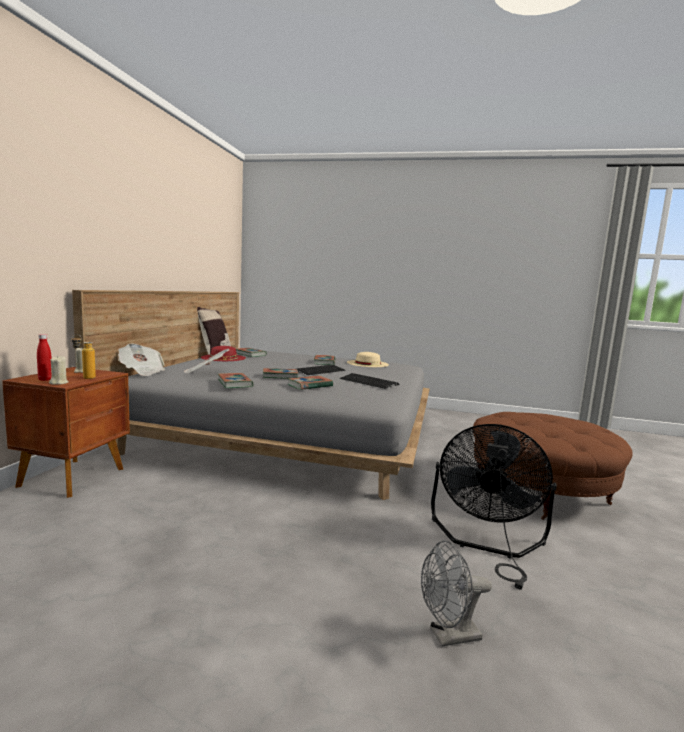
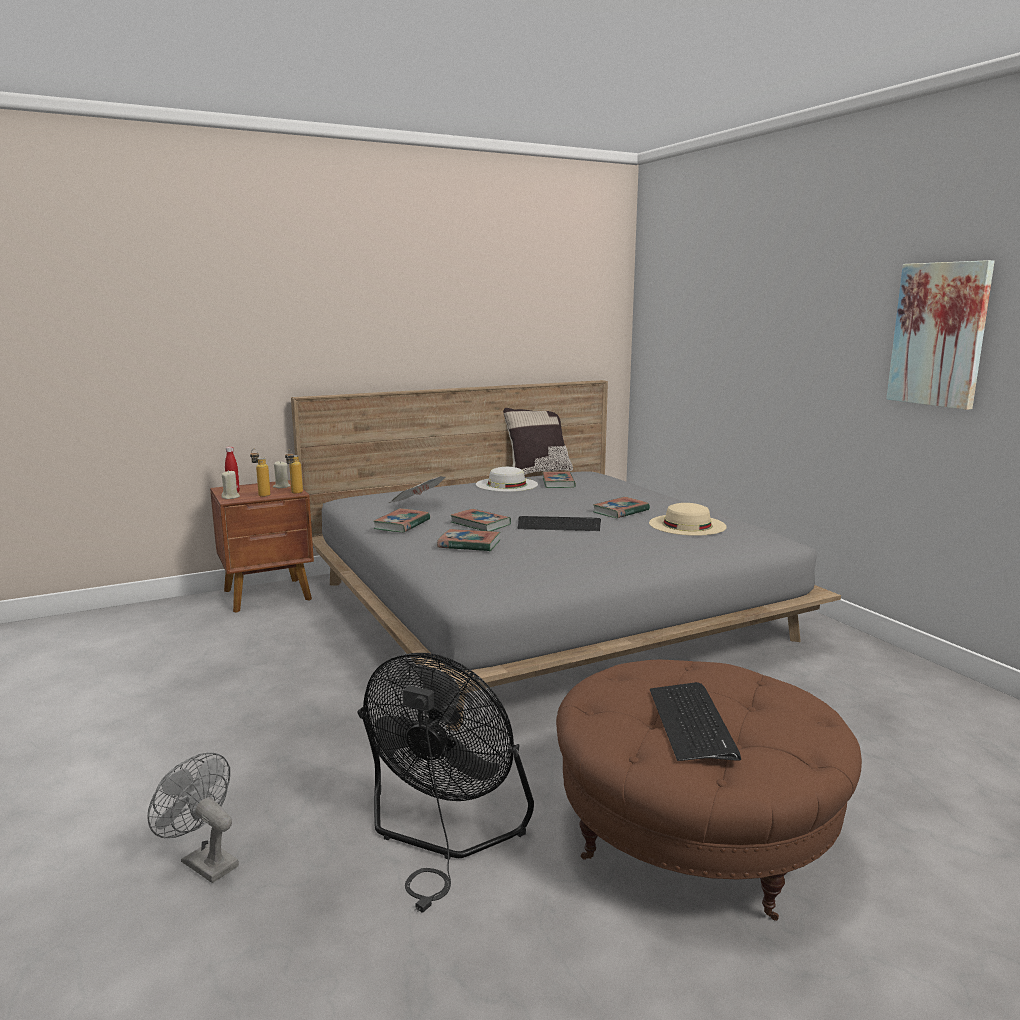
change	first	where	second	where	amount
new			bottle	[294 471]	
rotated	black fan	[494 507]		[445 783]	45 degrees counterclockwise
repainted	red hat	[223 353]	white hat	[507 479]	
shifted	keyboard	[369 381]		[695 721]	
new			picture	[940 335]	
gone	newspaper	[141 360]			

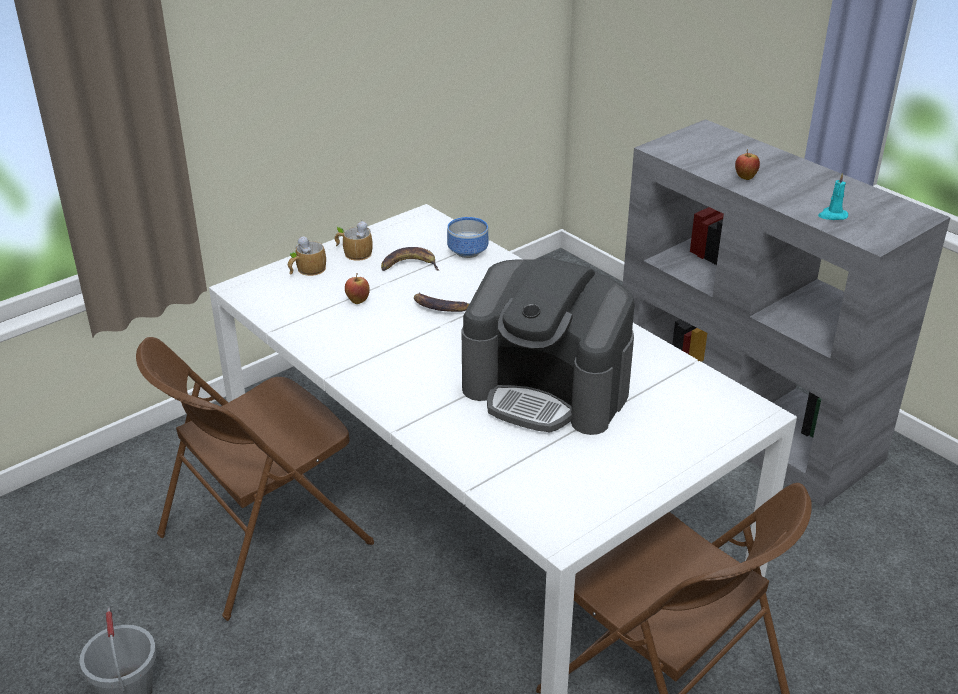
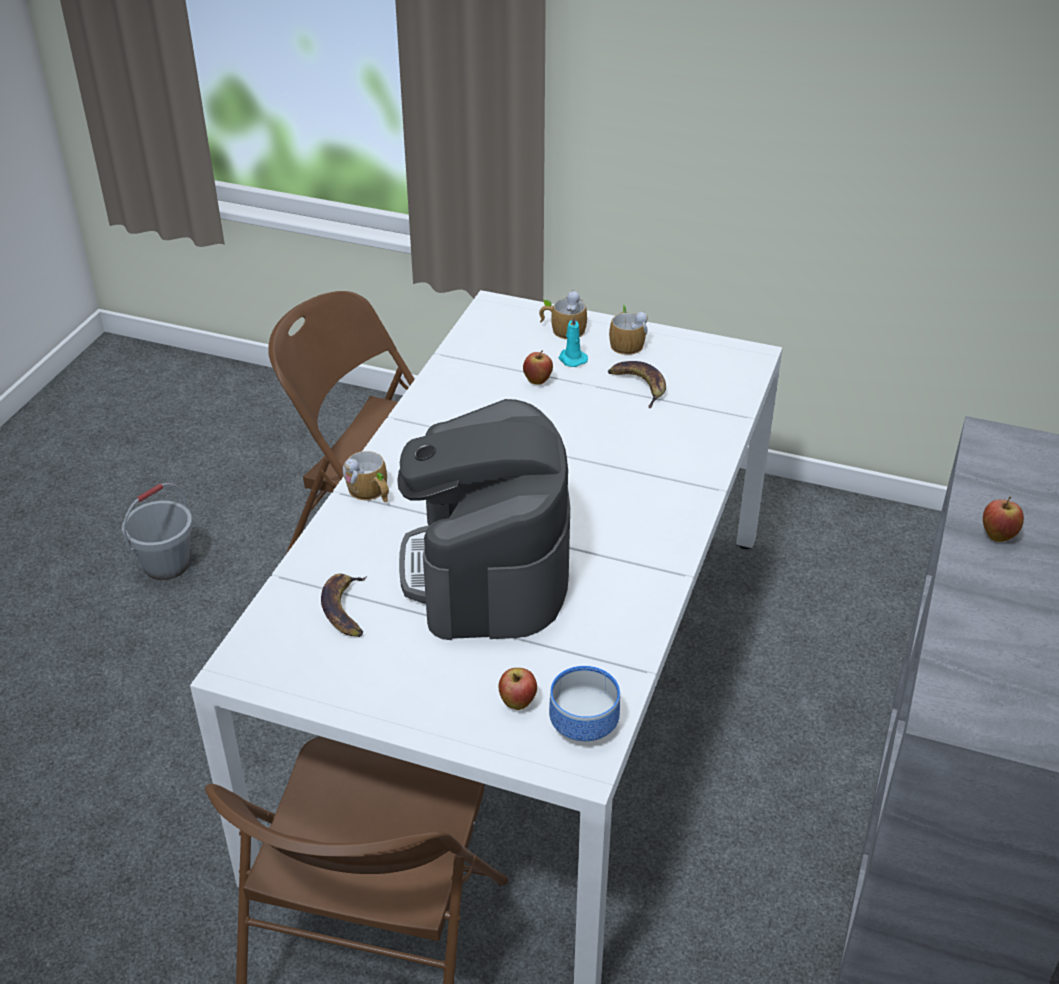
change	first	where	second	where	amount
shifted	banana	[441 302]		[344 605]	
new			mug	[366 476]	
new			apple	[518 689]	
shifted	bowl	[468 237]		[584 703]	
shifted	turquoise candle	[833 196]		[573 341]	

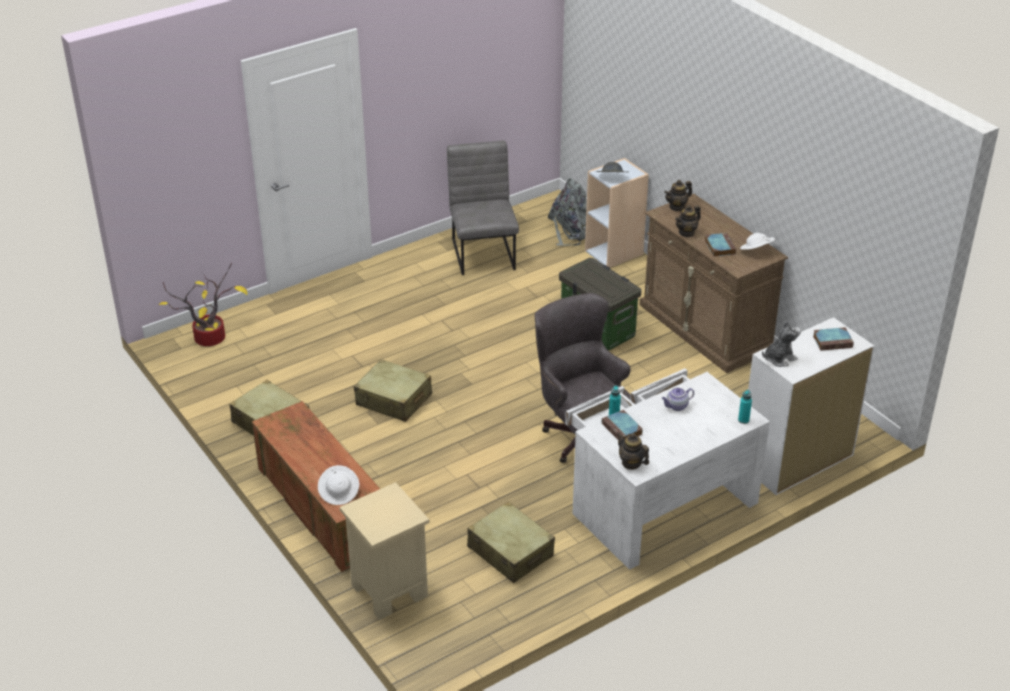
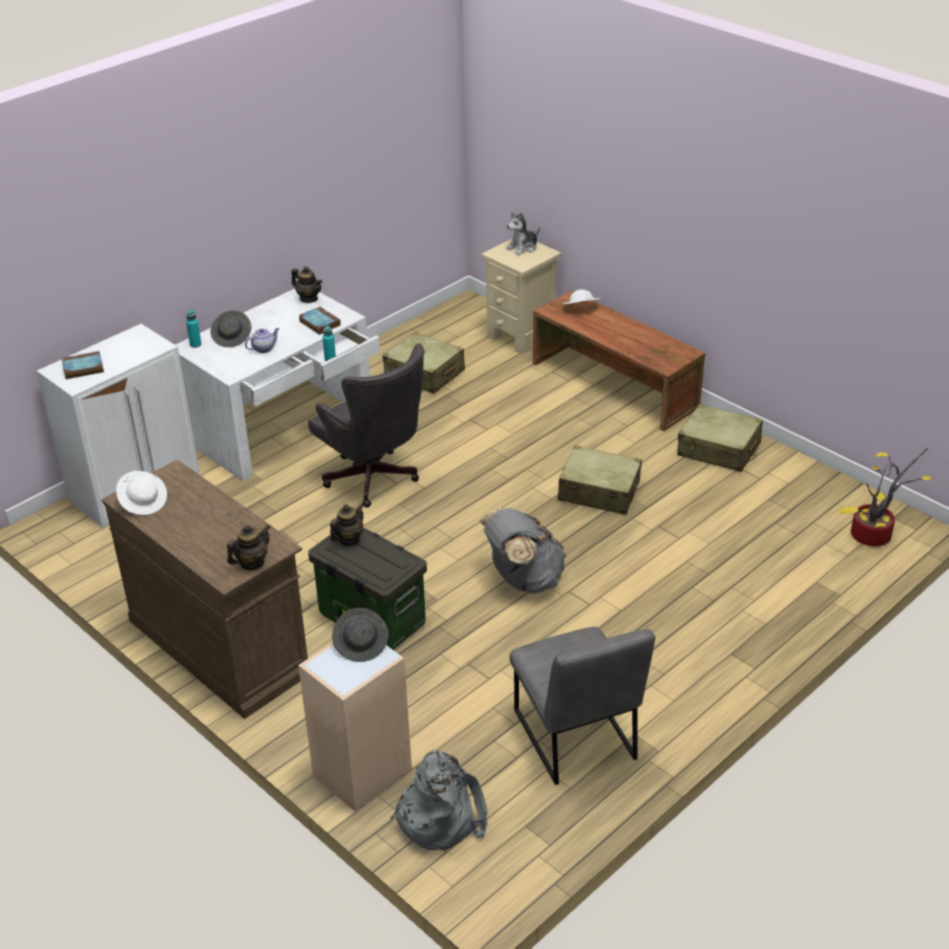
change	first	where	second	where	amount
new			grey hat	[231 328]	
shifted	teapot	[688 221]		[347 524]	
new			grey backpack	[523 551]	
shifted	plush toy	[781 344]		[523 233]	
gone	book	[720 245]			

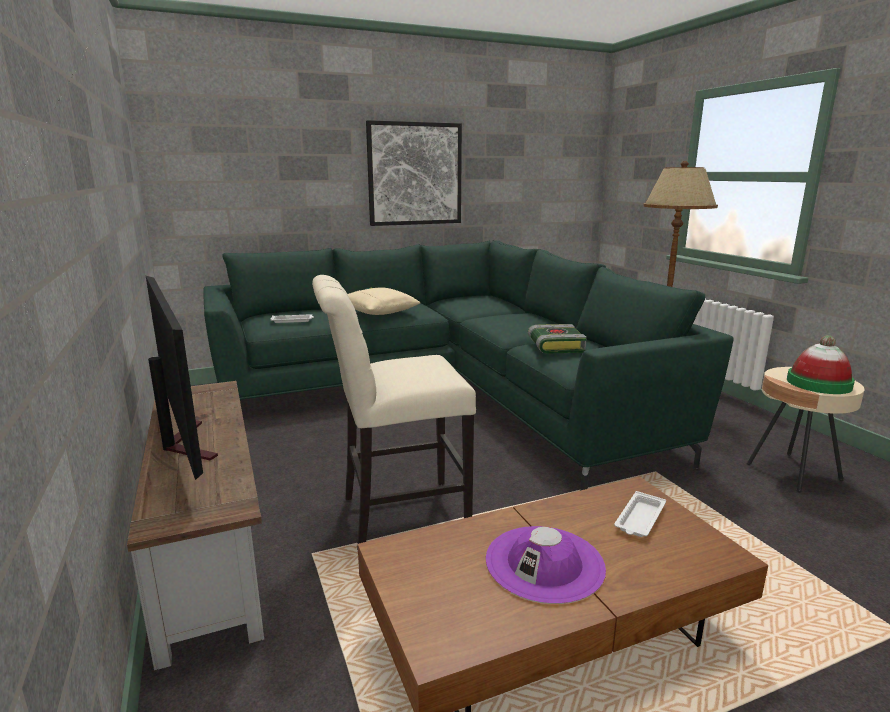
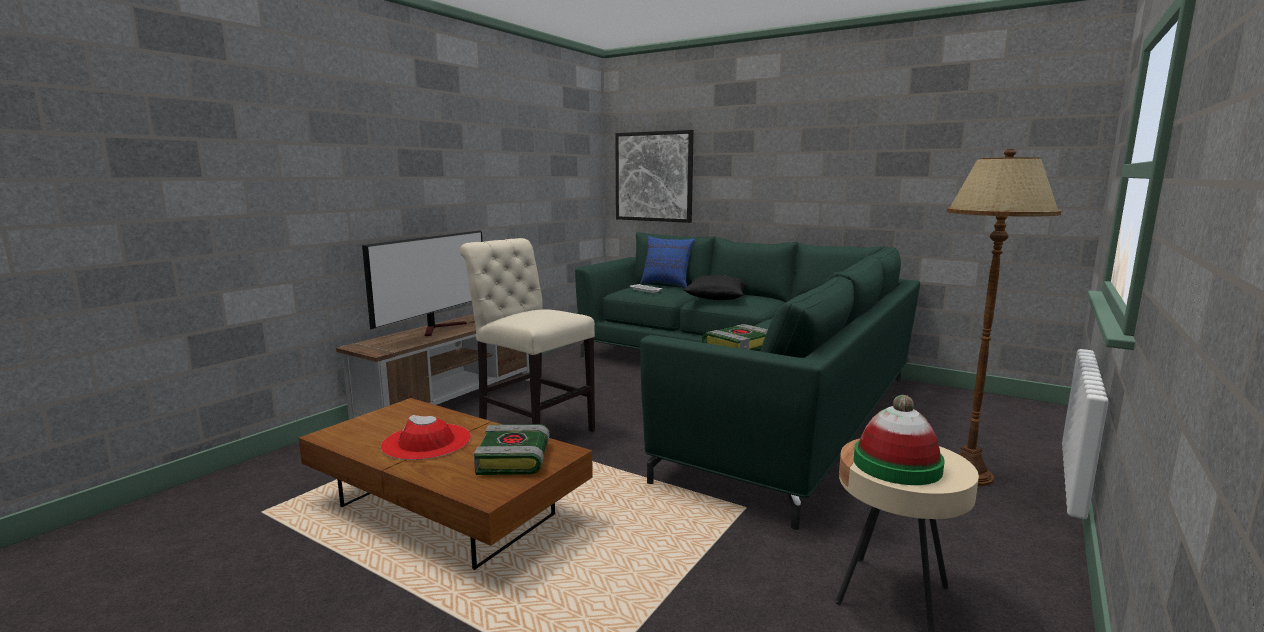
change	first	where	second	where	amount
repainted	purple hat	[546 565]	red hat	[426 437]	
swapped	white tray	[640 514]	book	[512 449]	
shifted	picture	[414 173]		[654 176]	
new			blue pillow	[667 262]	
repainted	beige pillow	[384 301]	black pillow	[715 287]	

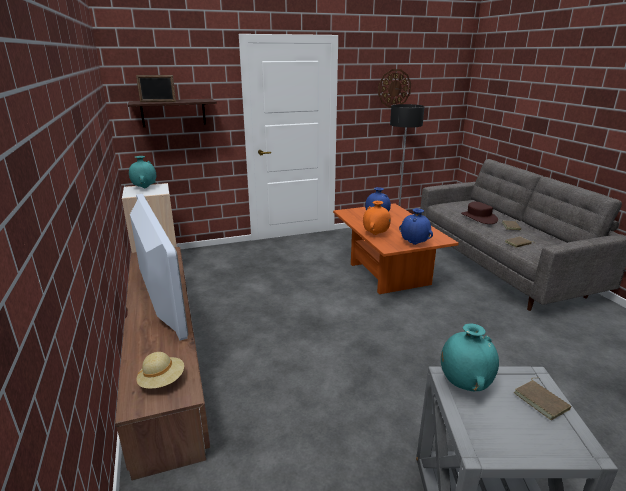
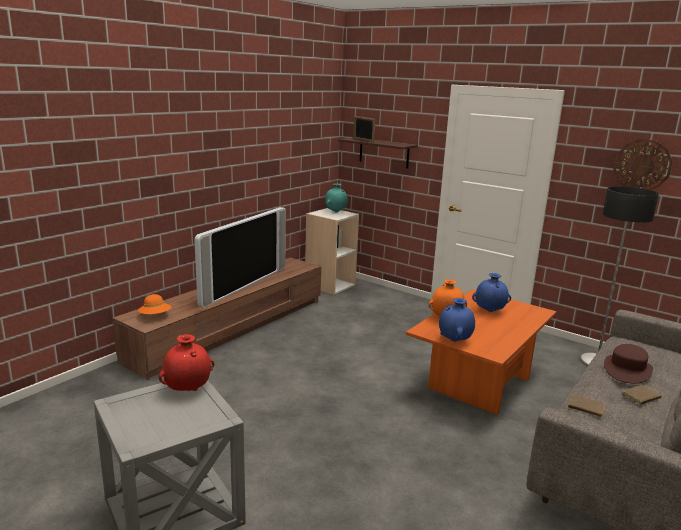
change	first	where	second	where	amount
repainted	beige hat	[160 370]	orange hat	[154 304]	
repainted	turquoise vase	[470 357]	red vase	[186 362]	
gone	brown book	[542 399]			

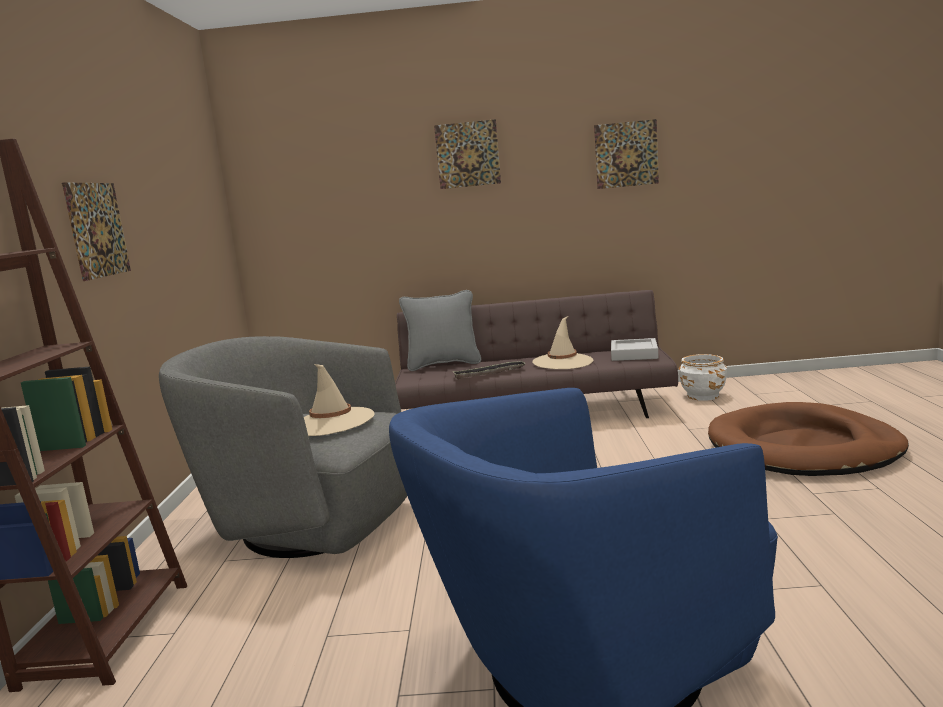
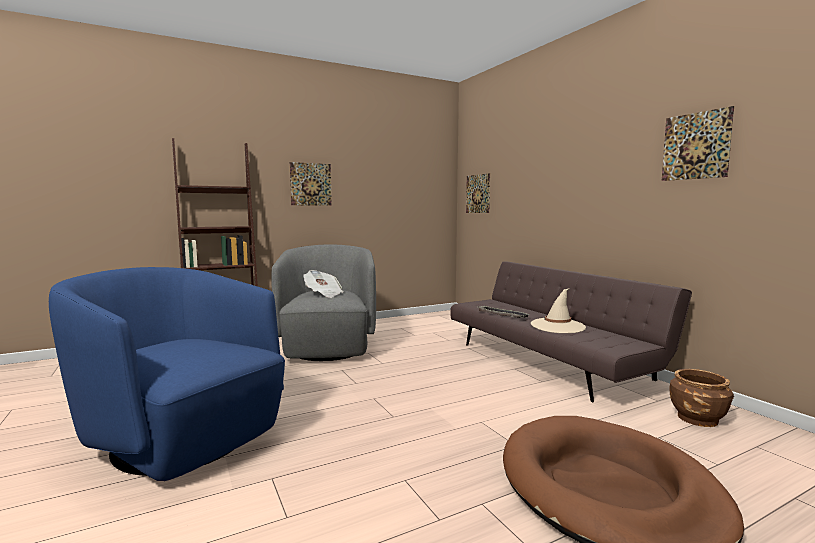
change	first	where	second	where	amount
swapped	beige hat	[339 400]	newspaper	[323 284]	
shifted	picture	[467 154]		[478 193]	
repainted	white planter	[703 377]	brown planter	[701 398]	
gone	grey pillow	[440 330]			
gone	grey tray	[635 349]			

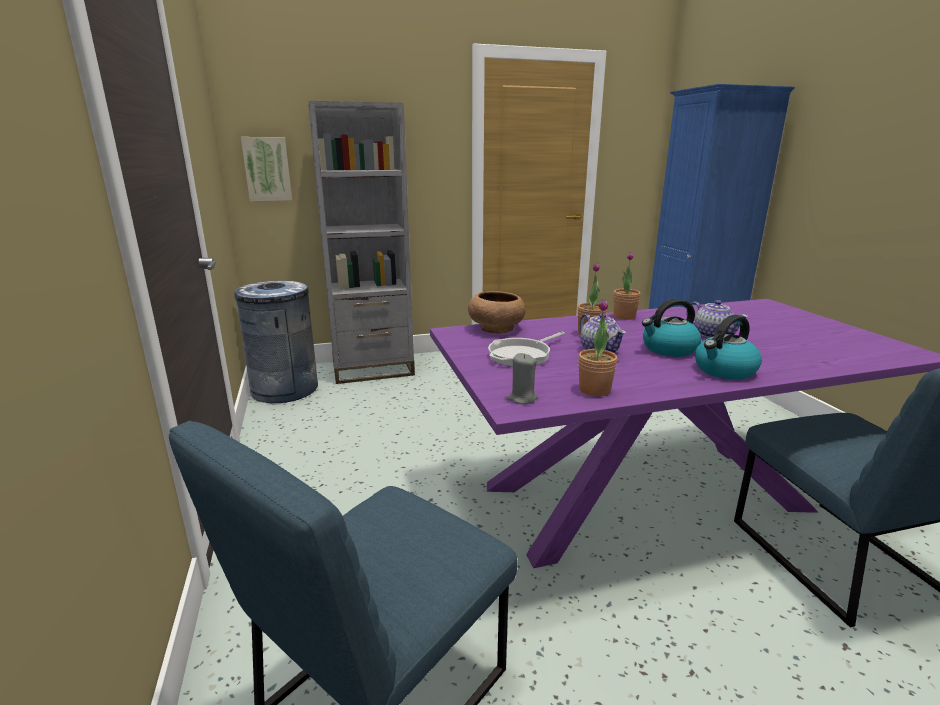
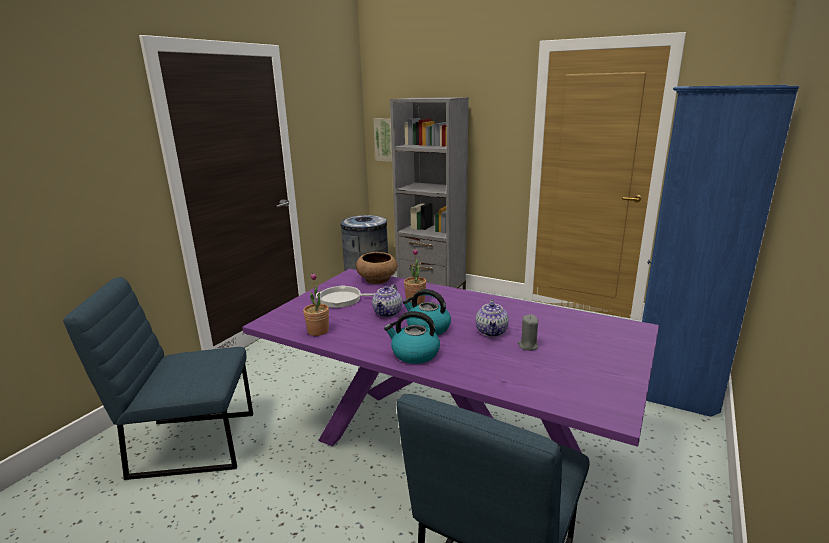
change	first	where	second	where	amount
shifted	grey candle	[522 378]		[528 332]	
gone	potted plant	[627 286]			

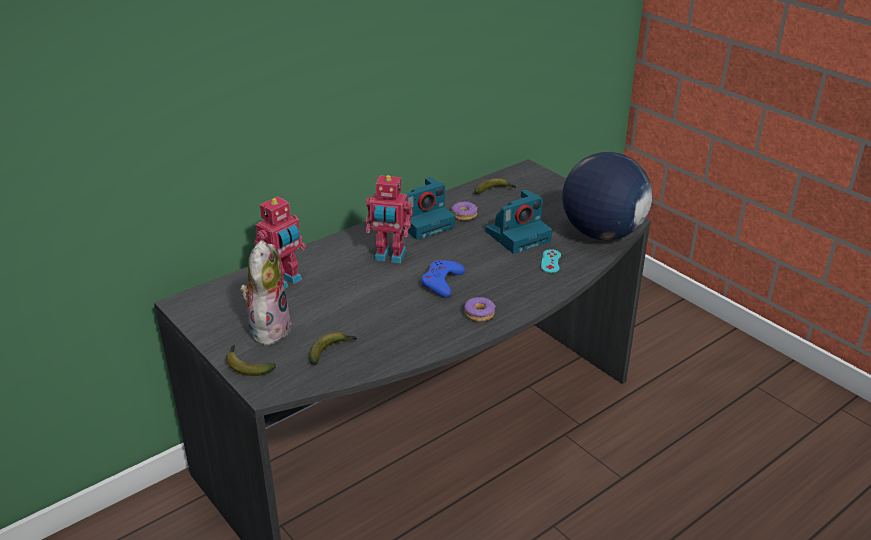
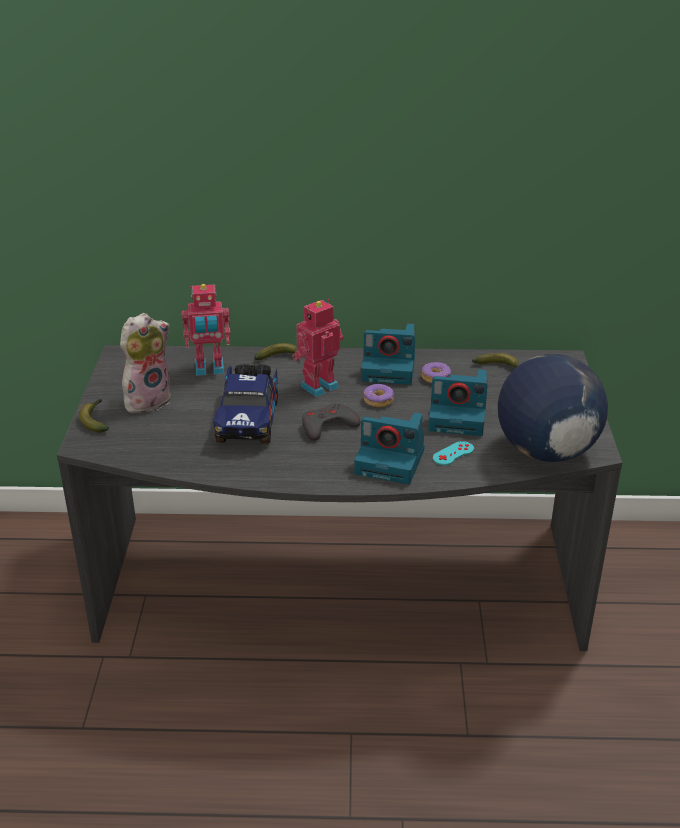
change	first	where	second	where	amount
new			toy truck	[245 404]	
shifted	banana	[333 348]		[275 351]	
rotated	toy robot	[389 219]		[317 348]	90 degrees clockwise
repainted	blue game controller	[443 279]	grey game controller	[331 422]	
new			photo camera	[389 448]	
shifted	donut	[479 309]		[378 395]	

